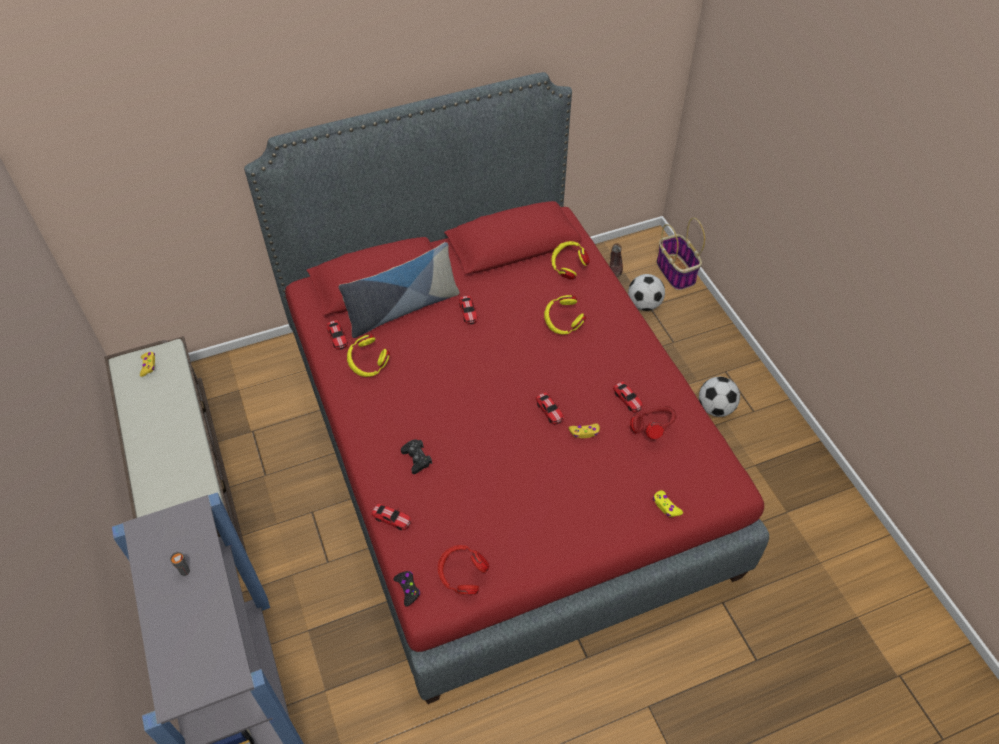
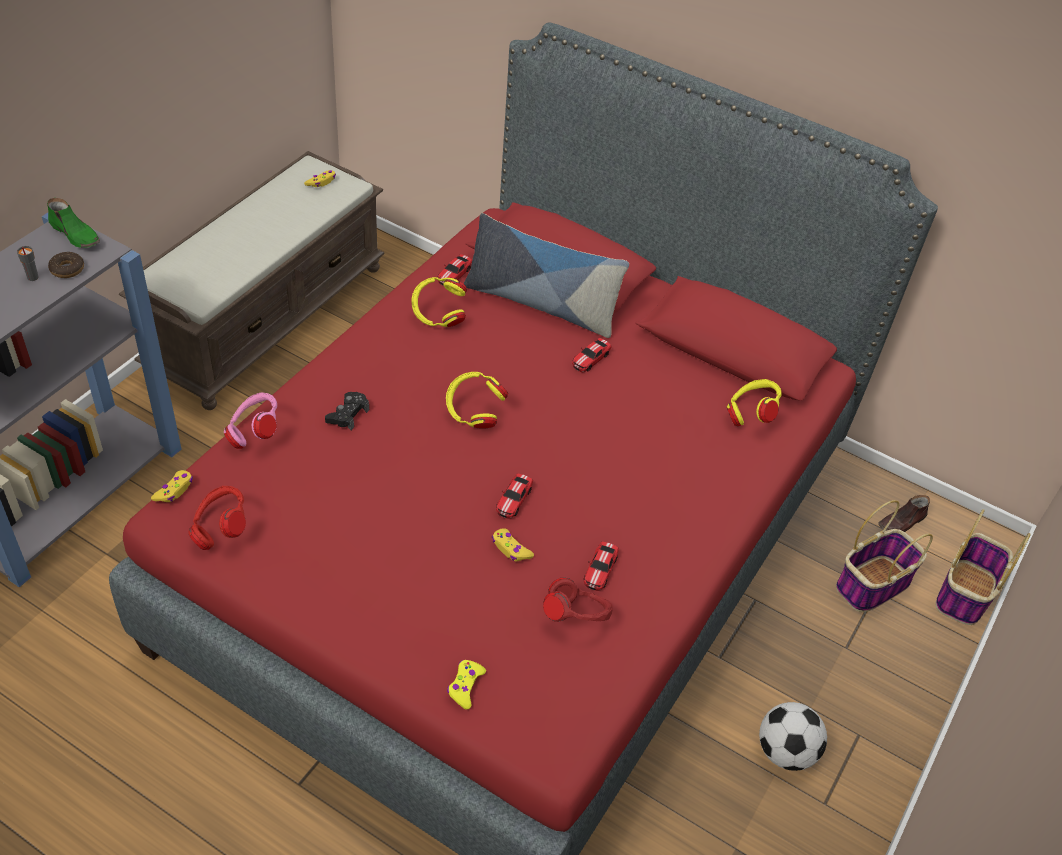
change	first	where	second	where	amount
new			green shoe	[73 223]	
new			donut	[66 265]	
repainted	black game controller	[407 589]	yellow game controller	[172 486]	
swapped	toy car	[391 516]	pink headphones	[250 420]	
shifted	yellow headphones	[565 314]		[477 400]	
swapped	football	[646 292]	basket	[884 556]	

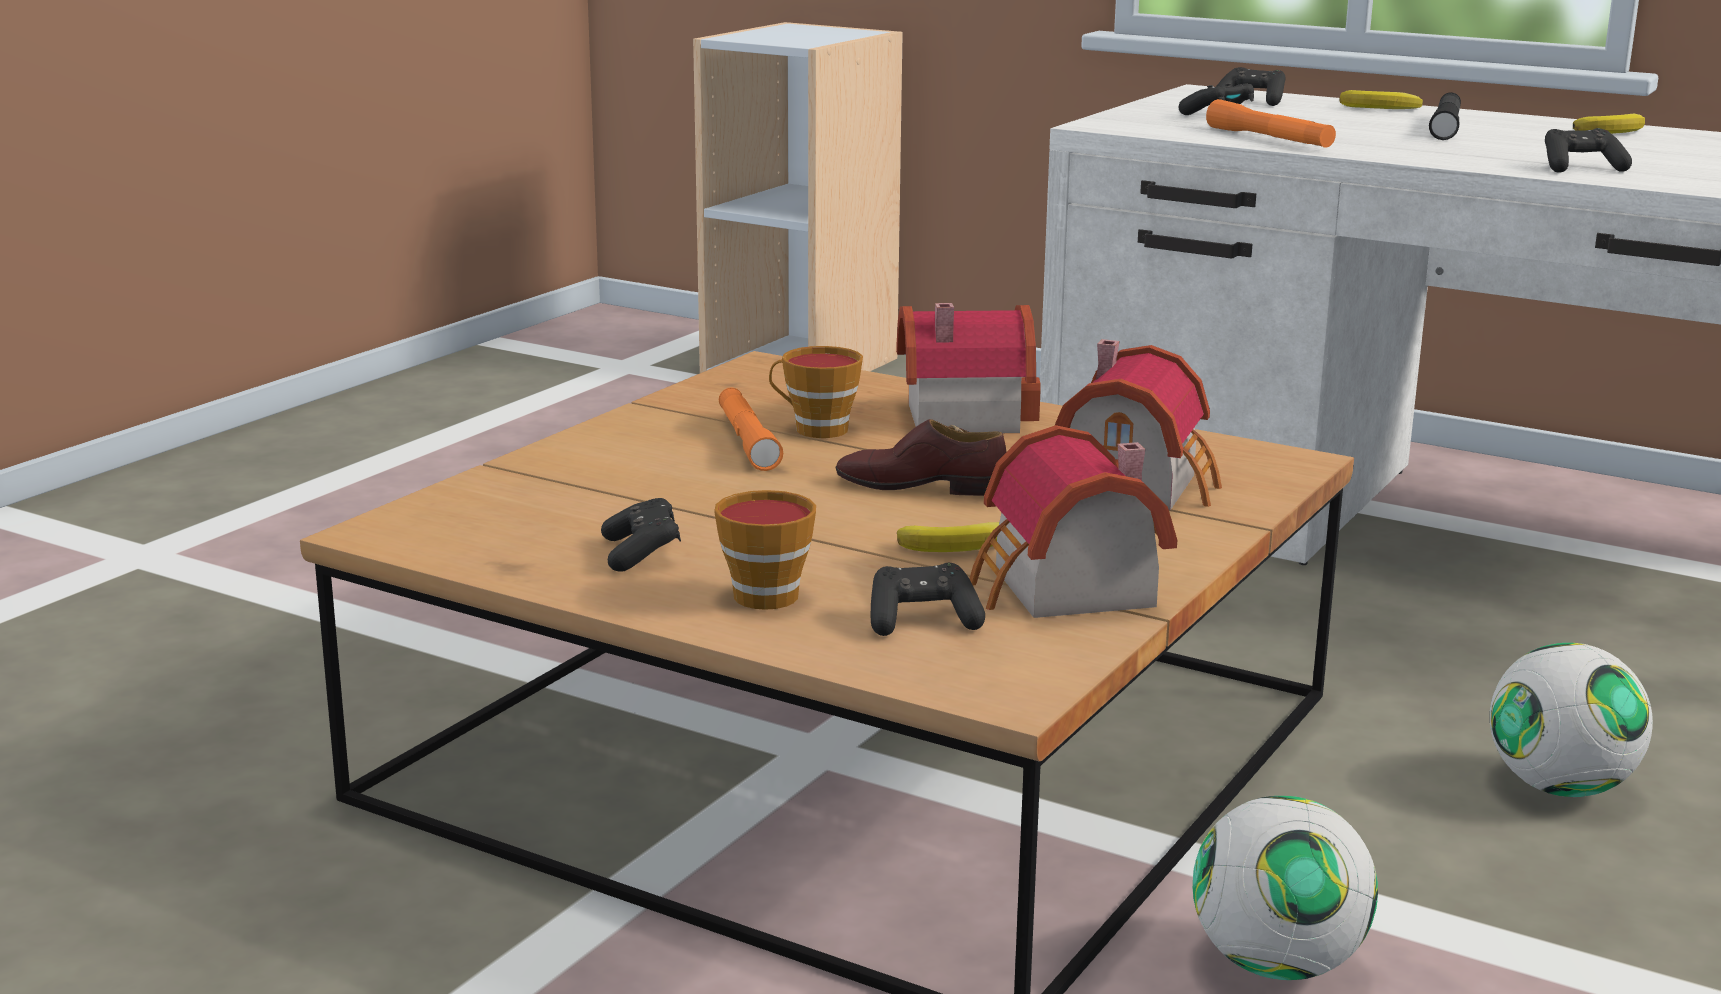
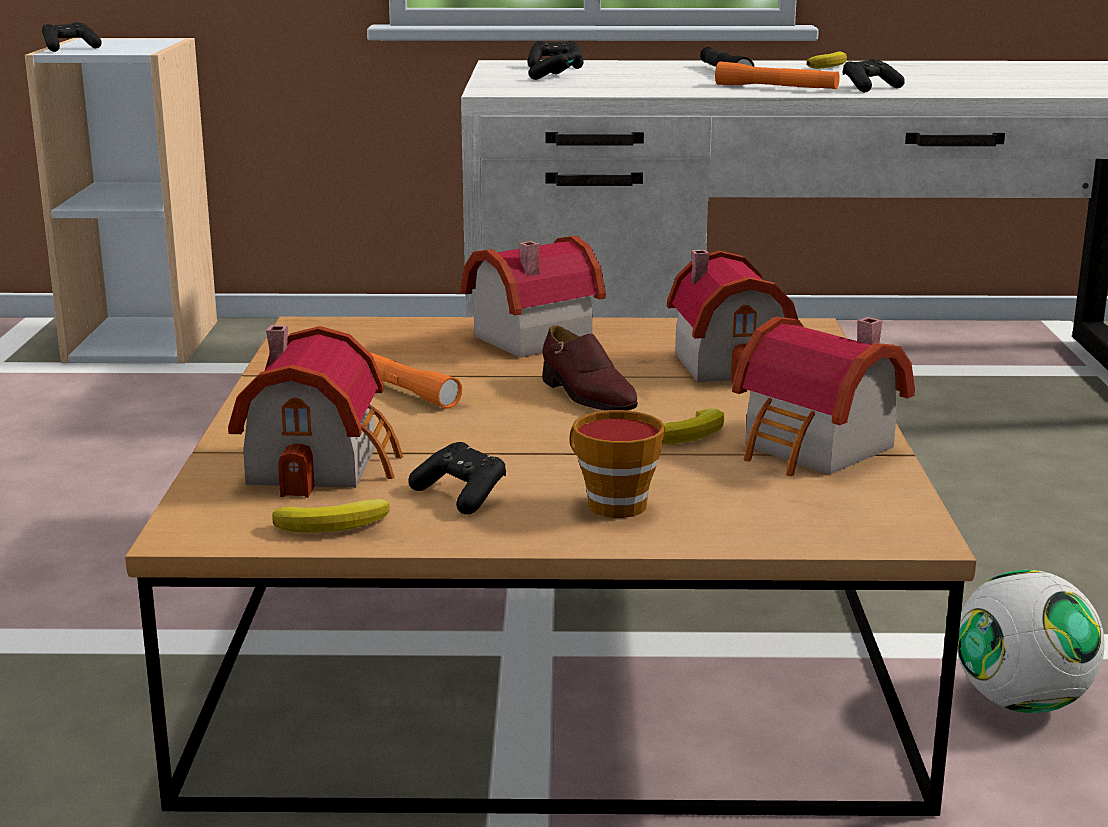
change	first	where	second	where	amount
shifted	black game controller	[928 599]		[72 37]	
new			toy house	[315 411]	
shifted	banana	[1381 99]		[331 516]	
rotated	brown shoe	[921 457]		[590 368]	105 degrees counterclockwise
shifted	orange flashlight	[1271 123]		[777 75]	
gone	cup	[816 392]			
gone	football	[1571 720]			

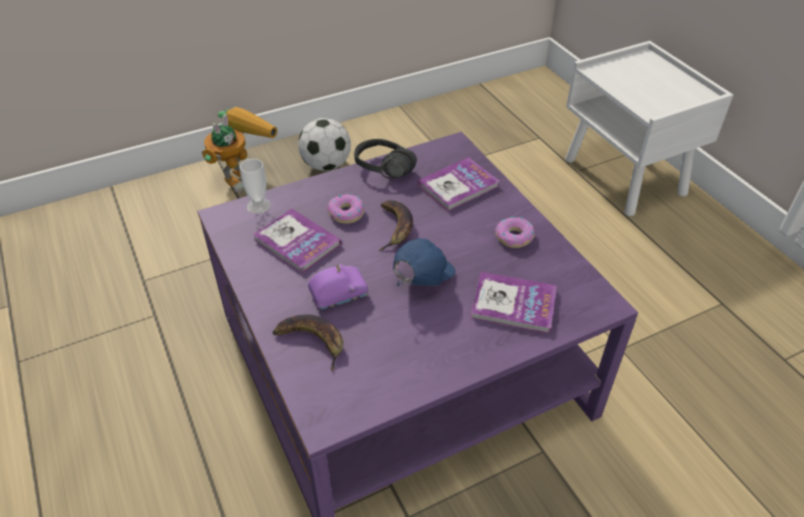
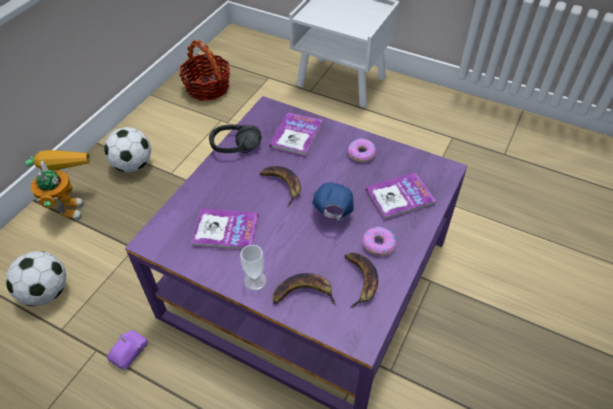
change	first	where	second	where	amount
new			football	[36 278]	
shifted	purple toy car	[338 286]		[128 350]	
new			basket	[204 70]	
shifted	cup	[255 186]		[253 267]	
new			banana	[361 280]	
shifted	donut	[346 209]		[379 241]	

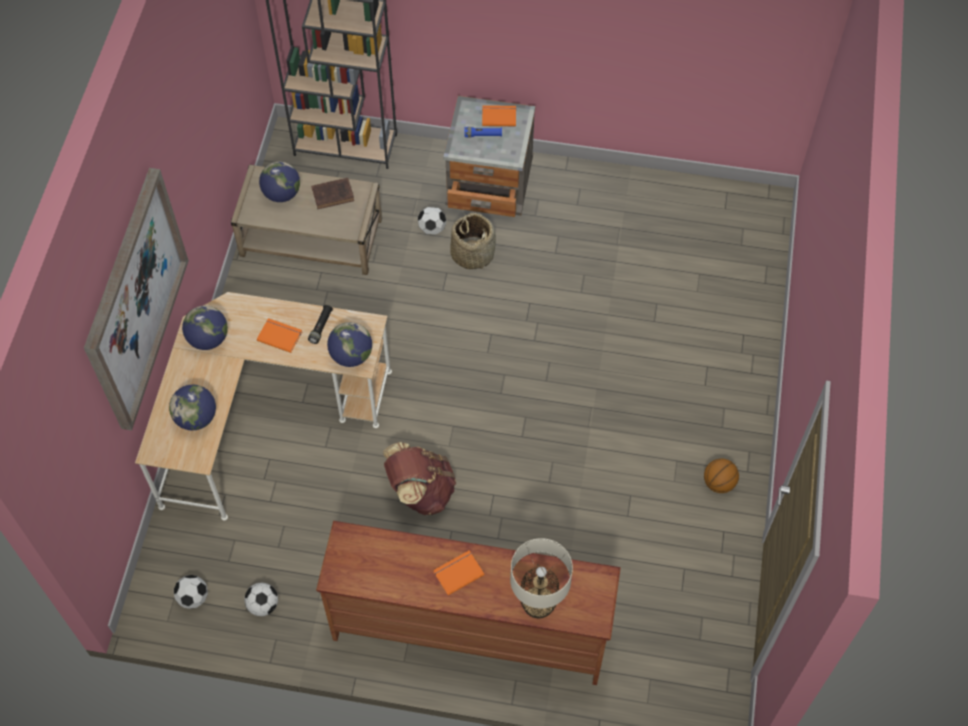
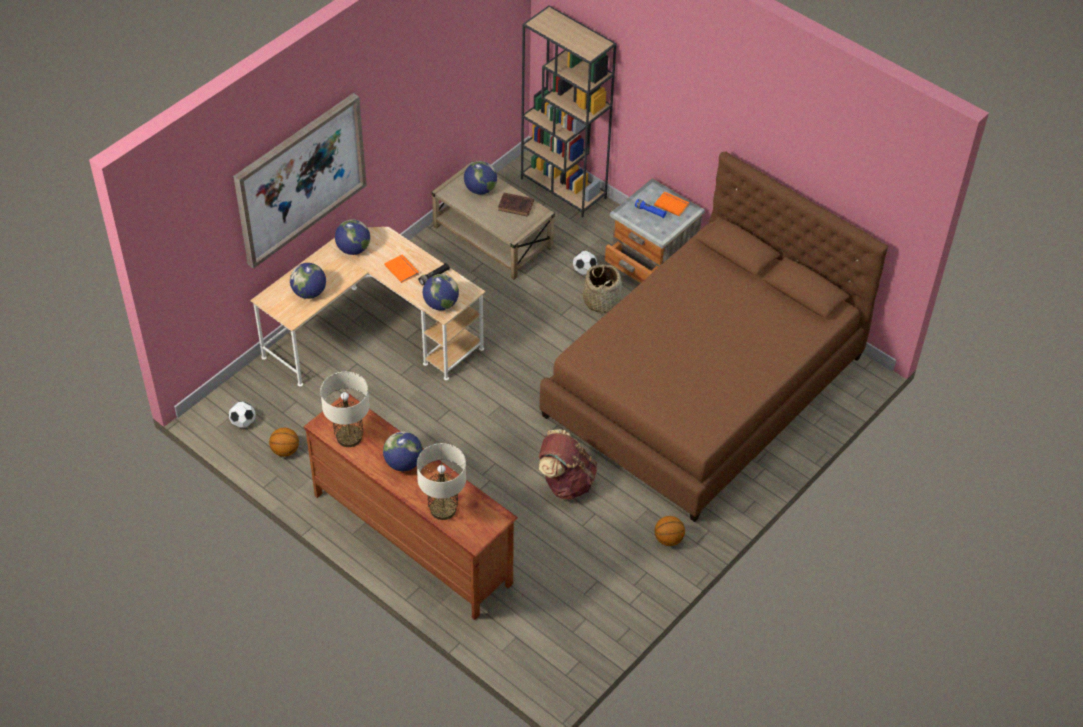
change	first	where	second	where	amount
swapped	football	[261 599]	basketball	[284 442]	
new			table lamp	[345 409]	
swapped	orange book	[458 573]	globe	[403 451]	
new			brown bed	[713 337]	
shifted	brown backpack	[419 478]		[568 464]	

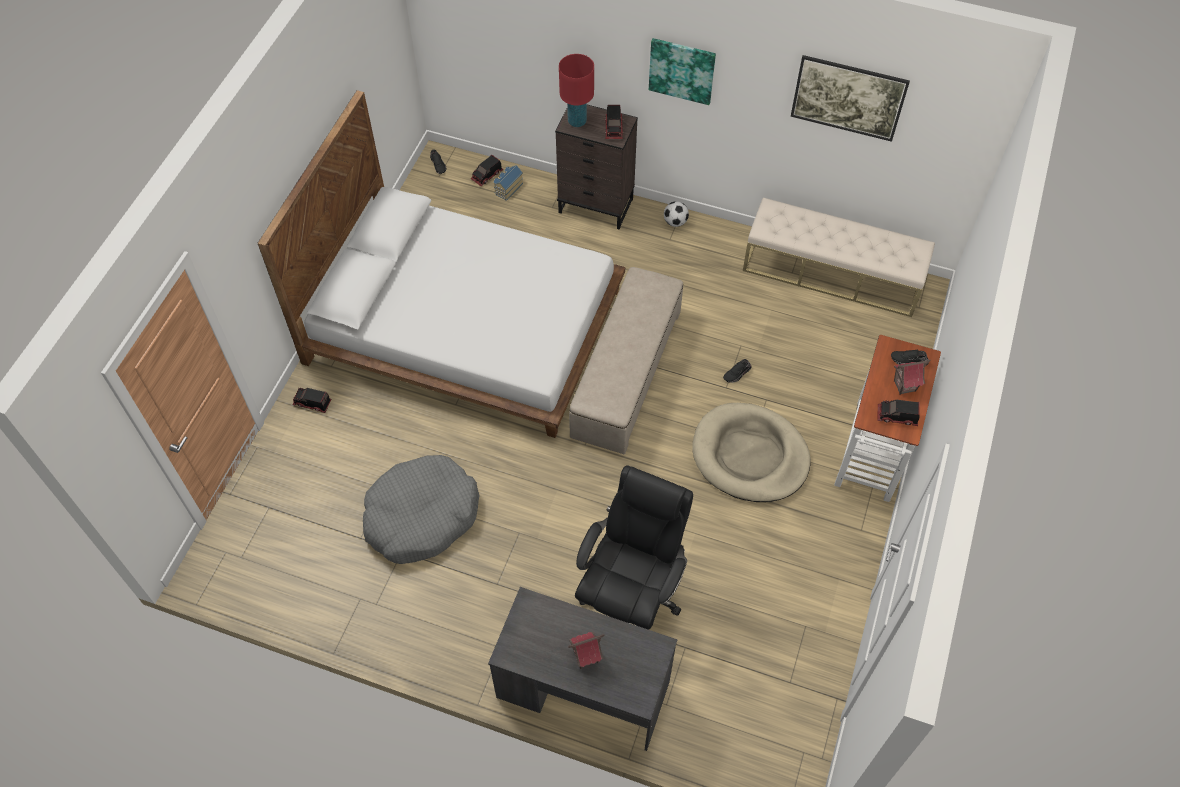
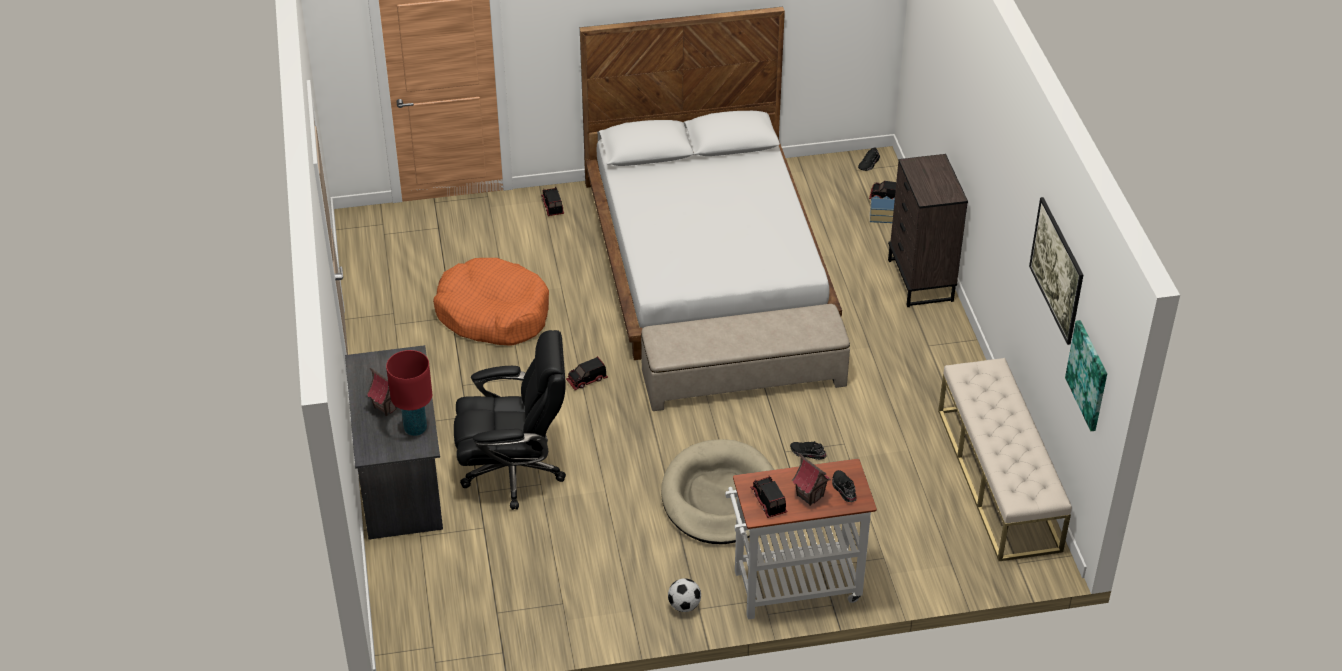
change	first	where	second	where	amount
shifted	red table lamp	[576 90]		[409 393]	
repainted	grey dog bed	[421 509]	orange dog bed	[491 302]	
shifted	toy truck	[614 122]		[587 373]	
shifted	football	[676 214]		[684 595]	
shifted	picture	[682 71]		[1086 375]	

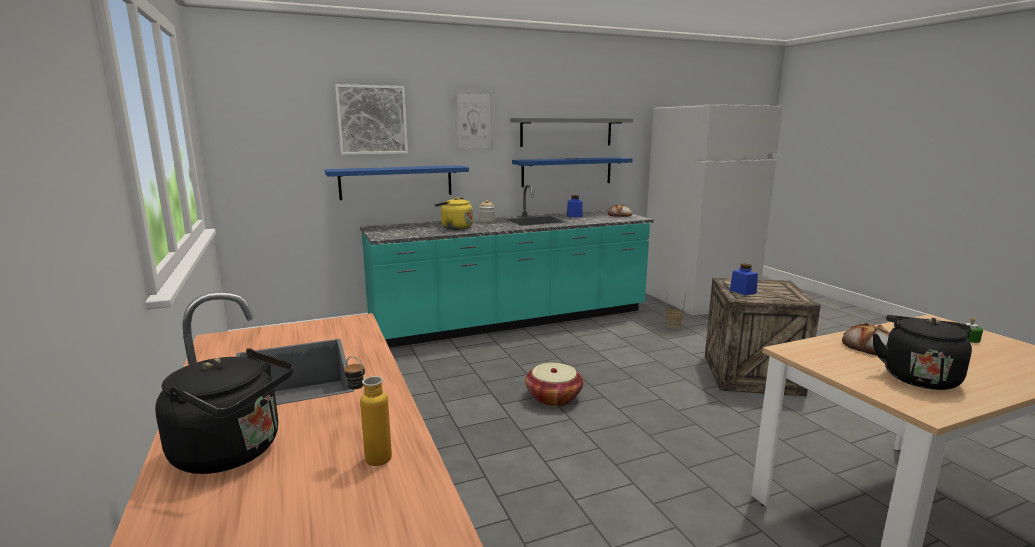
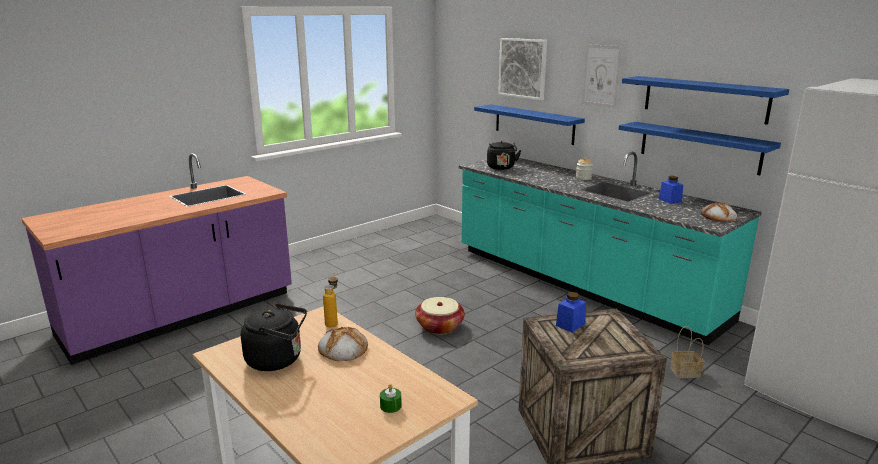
change	first	where	second	where	amount
shifted	bottle	[368 411]		[330 300]	
shifted	black kettle	[224 411]		[504 155]	
repainted	grey shelf	[571 132]	blue shelf	[705 100]	
gone	yellow kettle	[454 213]			

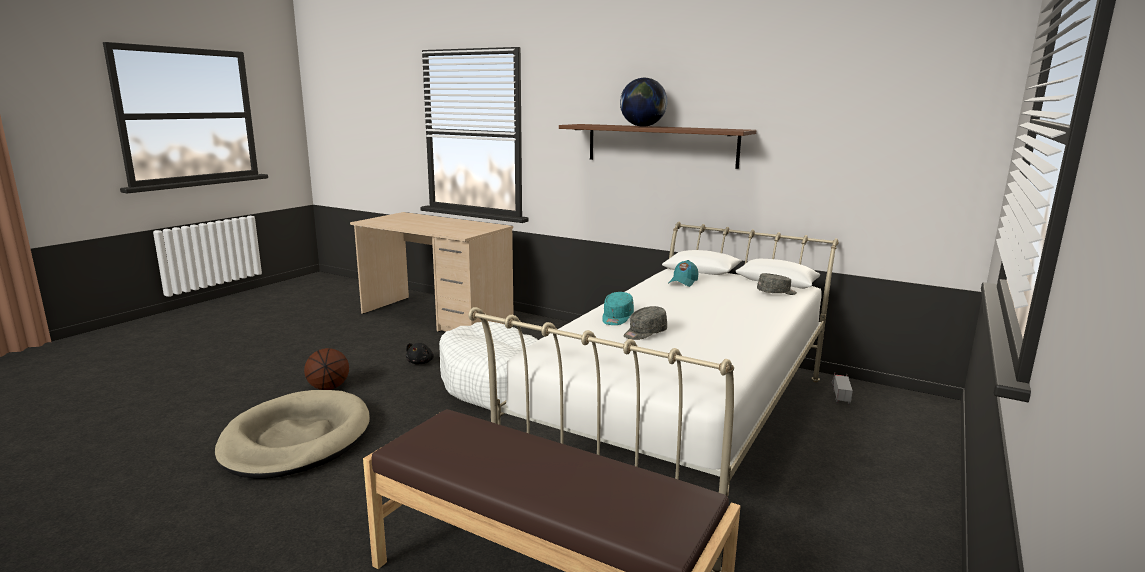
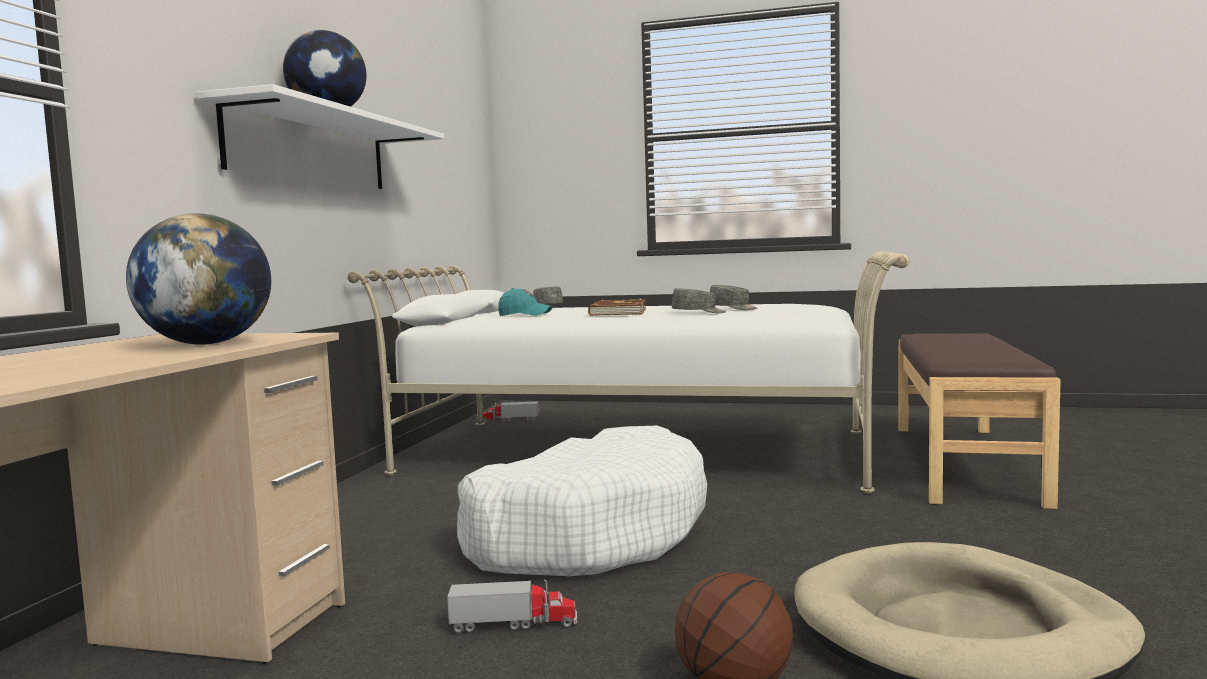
change	first	where	second	where	amount
new			globe	[198 279]	
repainted	brown shelf	[658 146]	white shelf	[320 136]	
swapped	black plush toy	[420 354]	toy truck	[512 606]	
new			brown book	[617 307]	
repainted	turquoise cap	[618 308]	grey cap	[699 300]	

